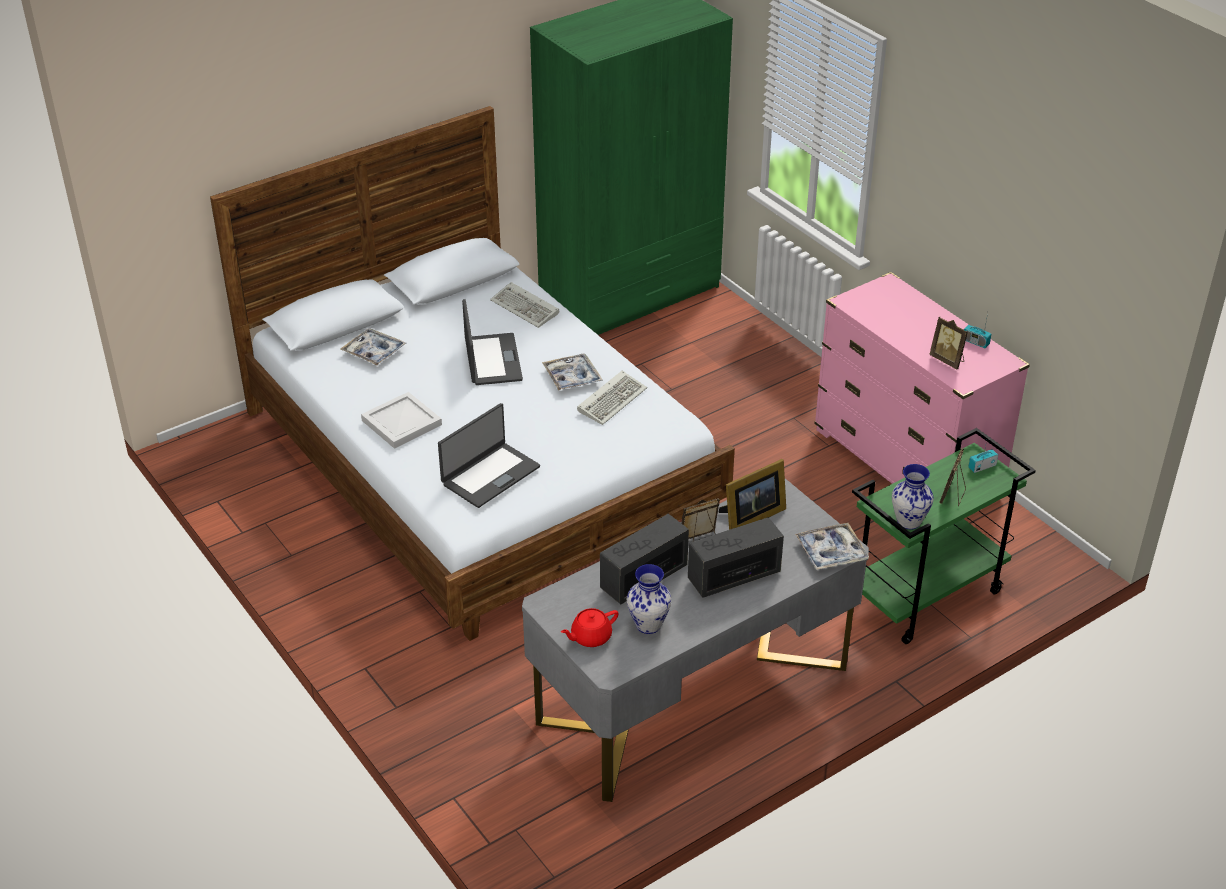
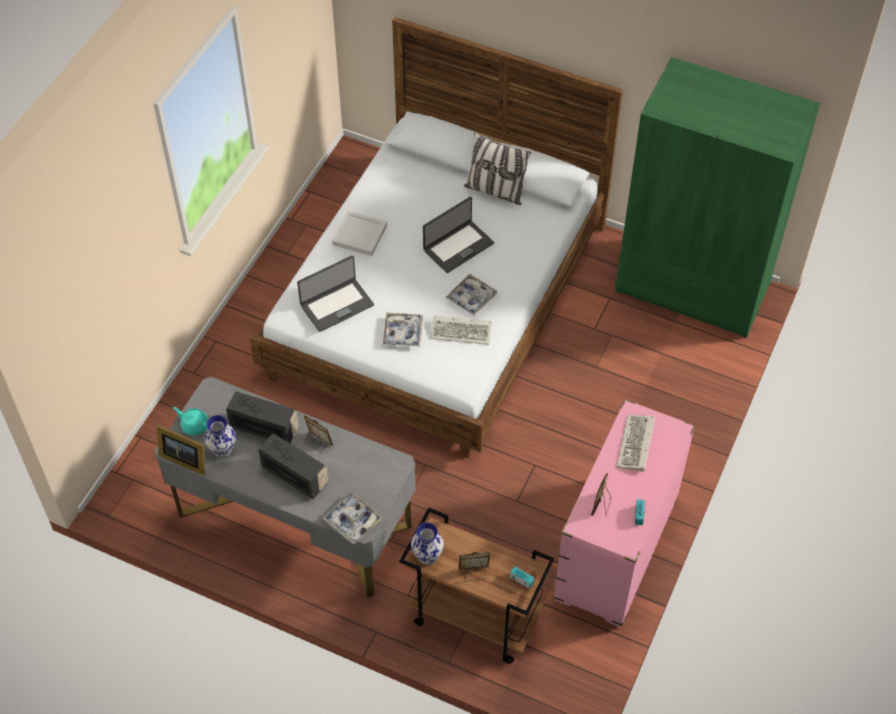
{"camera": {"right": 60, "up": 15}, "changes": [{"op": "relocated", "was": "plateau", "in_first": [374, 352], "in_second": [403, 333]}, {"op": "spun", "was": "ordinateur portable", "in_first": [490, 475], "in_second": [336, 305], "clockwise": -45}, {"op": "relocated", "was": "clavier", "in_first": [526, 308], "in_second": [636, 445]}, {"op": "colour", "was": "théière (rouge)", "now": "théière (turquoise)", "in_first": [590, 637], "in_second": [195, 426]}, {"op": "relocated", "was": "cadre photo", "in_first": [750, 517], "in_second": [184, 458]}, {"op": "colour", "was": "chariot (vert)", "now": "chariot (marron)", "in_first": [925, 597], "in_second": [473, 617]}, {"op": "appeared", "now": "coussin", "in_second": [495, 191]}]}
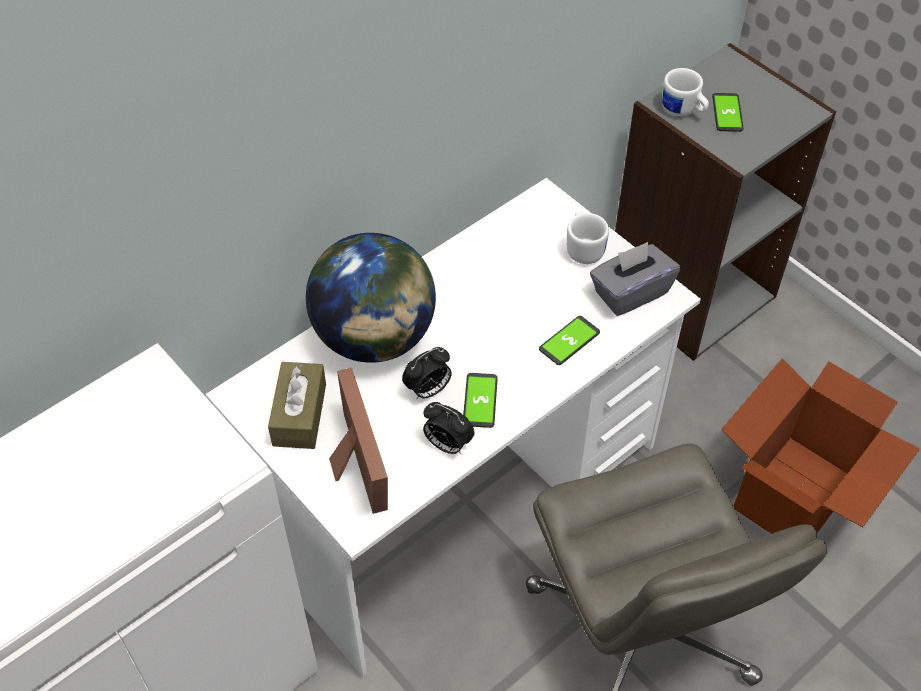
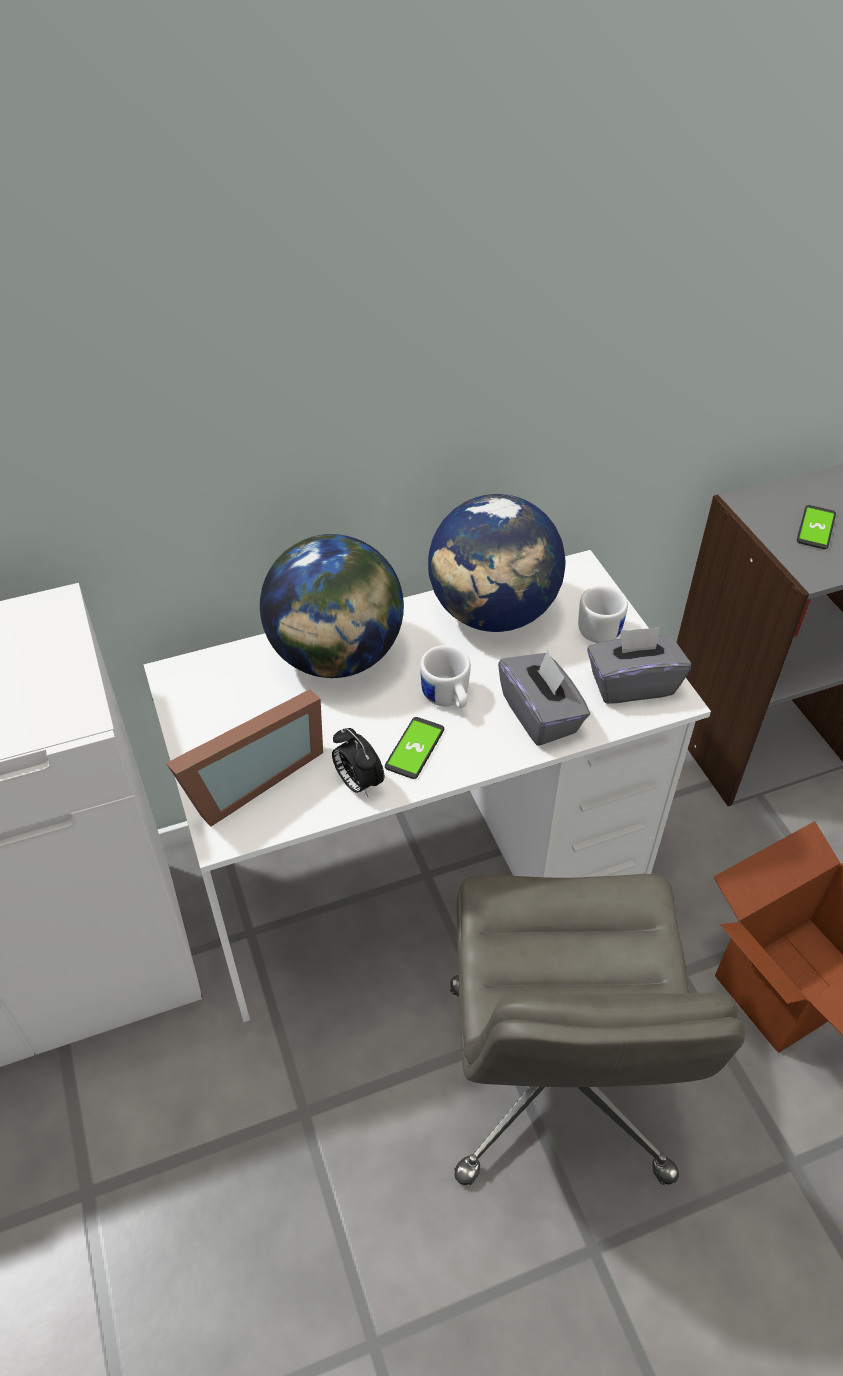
{"camera": {"right": 20, "up": -5}, "changes": [{"op": "missing", "was": "boîte à mouchoirs (marron)", "in_first": [299, 414]}, {"op": "spun", "was": "cadre photo", "in_first": [353, 469], "in_second": [248, 779], "clockwise": 45}, {"op": "missing", "was": "réveil", "in_first": [428, 390]}, {"op": "exchanged", "was": "téléphone", "now": "boîte à mouchoirs (gris)", "in_first": [569, 341], "in_second": [540, 715]}, {"op": "relocated", "was": "mug (blanc)", "in_first": [683, 110], "in_second": [447, 699]}, {"op": "appeared", "now": "globe", "in_second": [493, 613]}]}
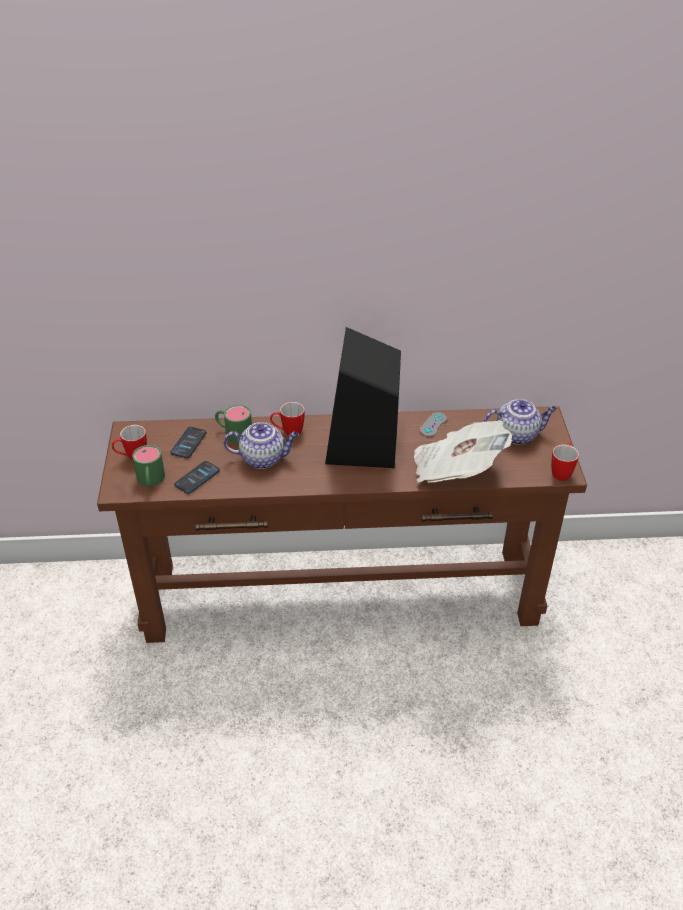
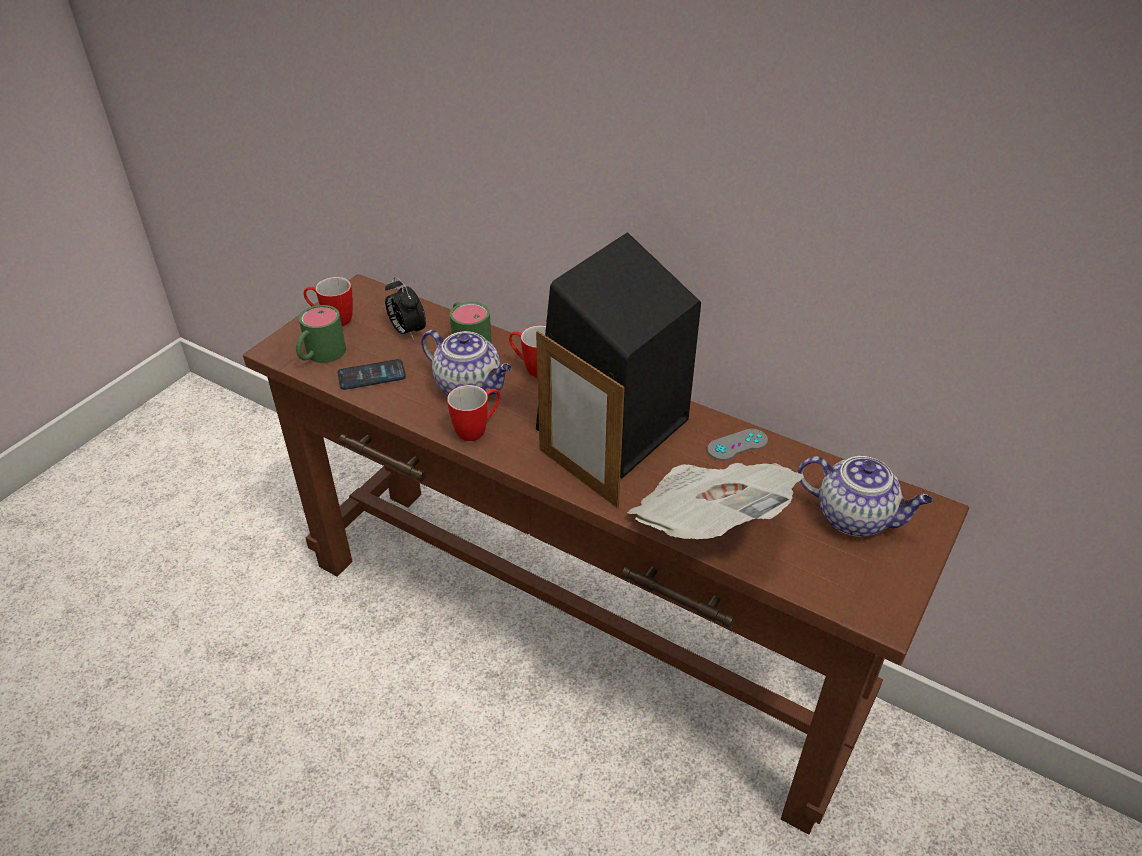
{"camera": {"right": 35, "up": 0}, "changes": [{"op": "exchanged", "was": "téléphone", "now": "réveil", "in_first": [188, 443], "in_second": [407, 331]}, {"op": "relocated", "was": "mug", "in_first": [562, 471], "in_second": [477, 430]}, {"op": "appeared", "now": "cadre photo", "in_second": [578, 477]}]}
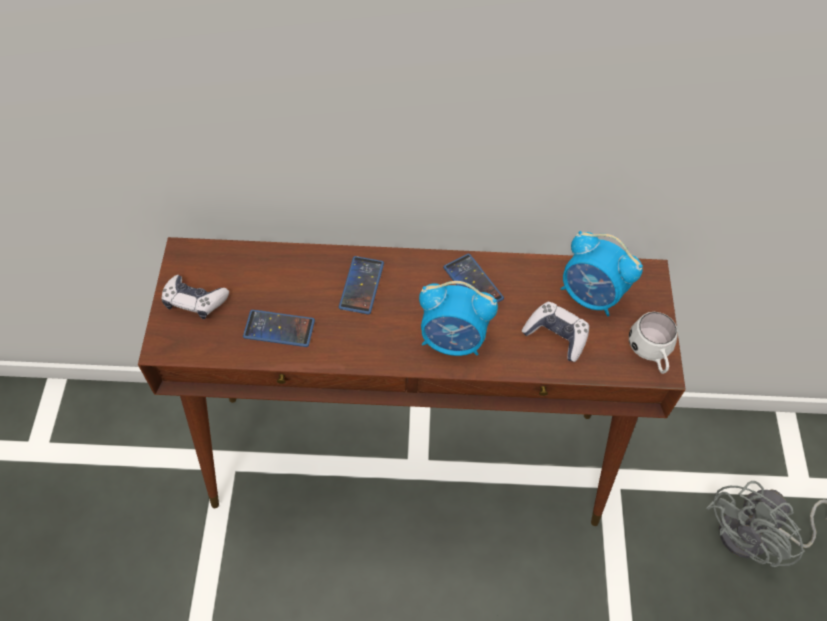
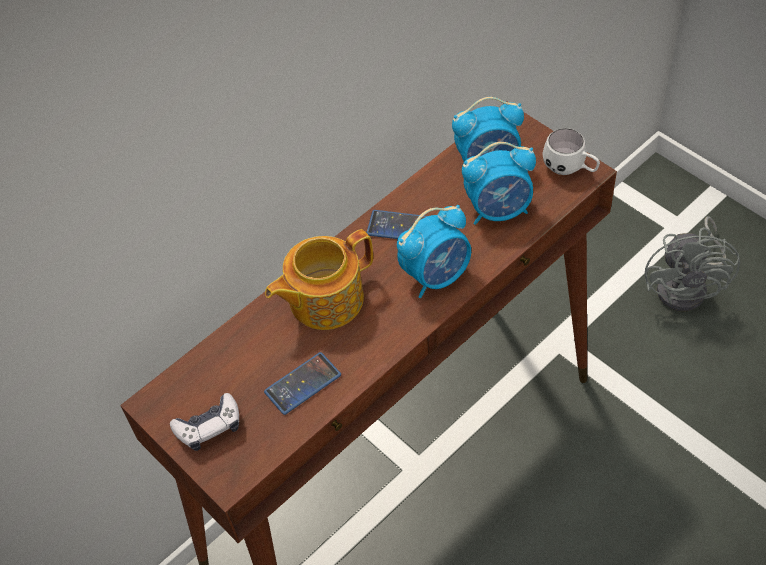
{"camera": {"right": -40, "up": -5}, "changes": [{"op": "exchanged", "was": "téléphone", "now": "théière", "in_first": [361, 285], "in_second": [324, 299]}, {"op": "exchanged", "was": "manette", "now": "réveil", "in_first": [556, 335], "in_second": [499, 210]}]}
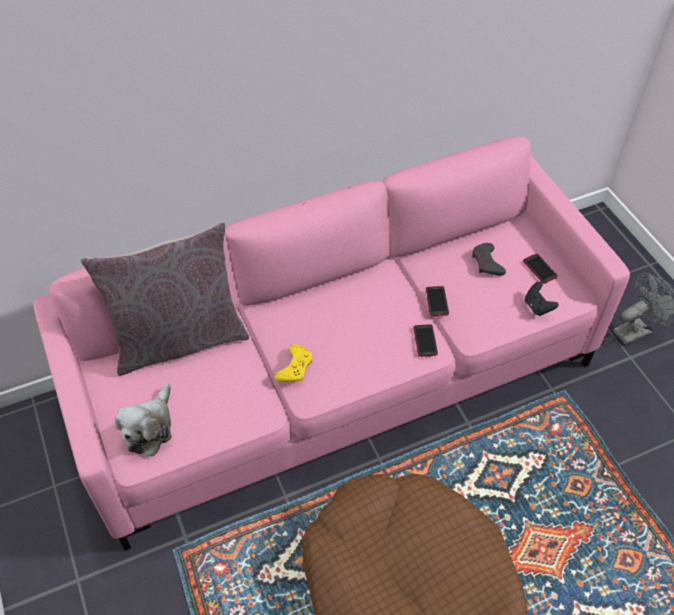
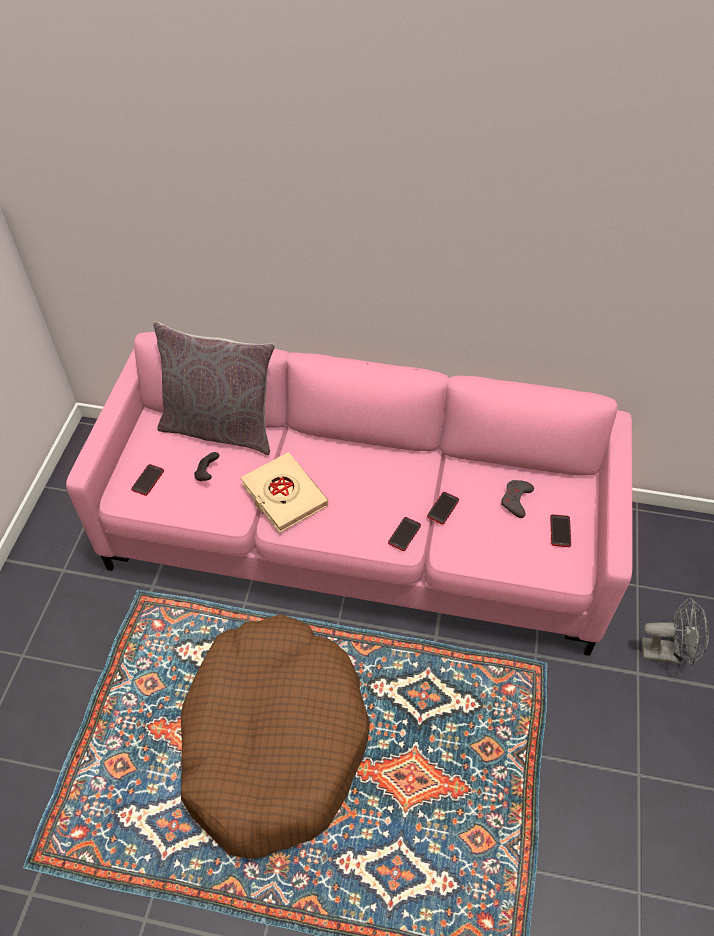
{"camera": {"right": 35, "up": 0}, "changes": [{"op": "exchanged", "was": "peluche", "now": "téléphone", "in_first": [150, 428], "in_second": [148, 480]}, {"op": "exchanged", "was": "manette (jaune)", "now": "livre (beige)", "in_first": [295, 367], "in_second": [284, 496]}, {"op": "relocated", "was": "manette (noir)", "in_first": [537, 306], "in_second": [207, 474]}]}
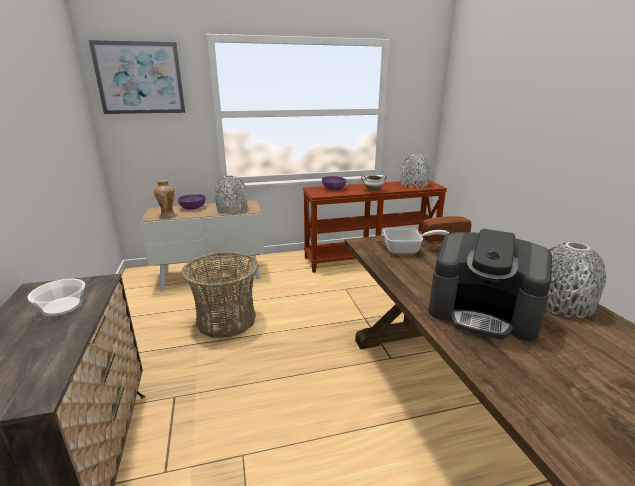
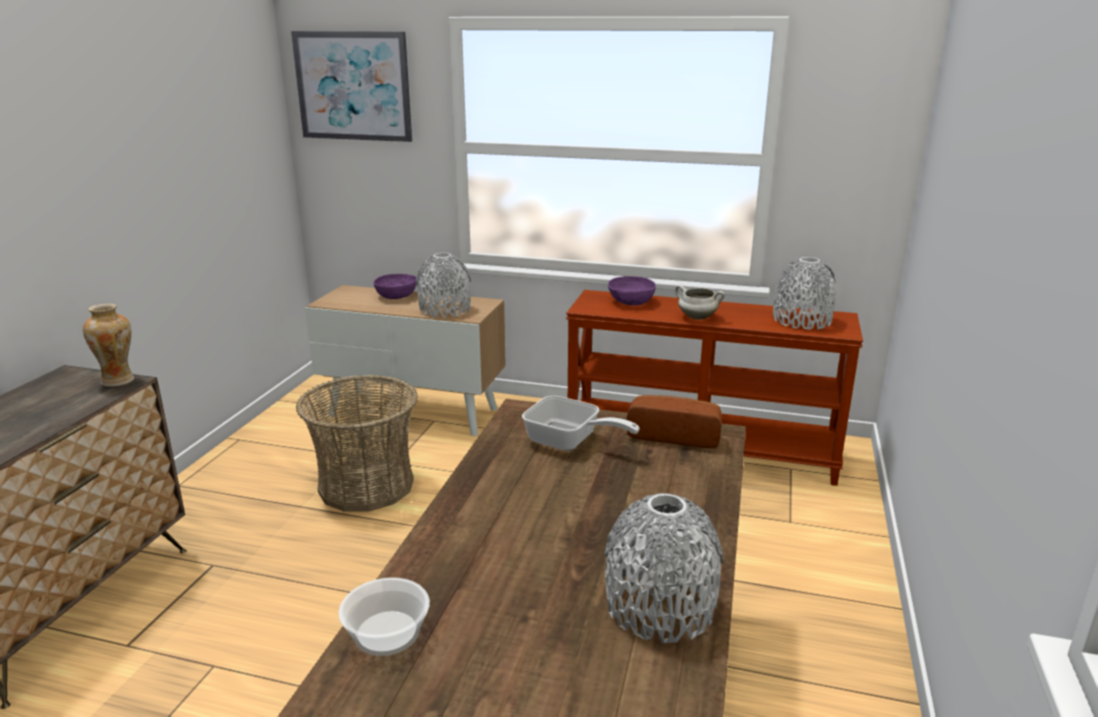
{"camera": {"right": 30, "up": 0}, "changes": [{"op": "relocated", "was": "bol", "in_first": [62, 305], "in_second": [387, 632]}, {"op": "relocated", "was": "vase", "in_first": [168, 215], "in_second": [119, 380]}, {"op": "missing", "was": "machine à café", "in_first": [482, 313]}]}
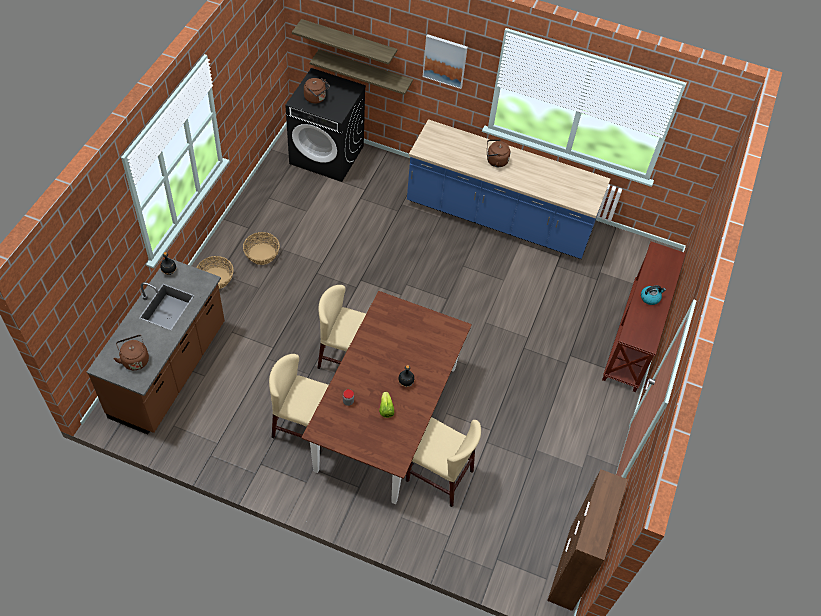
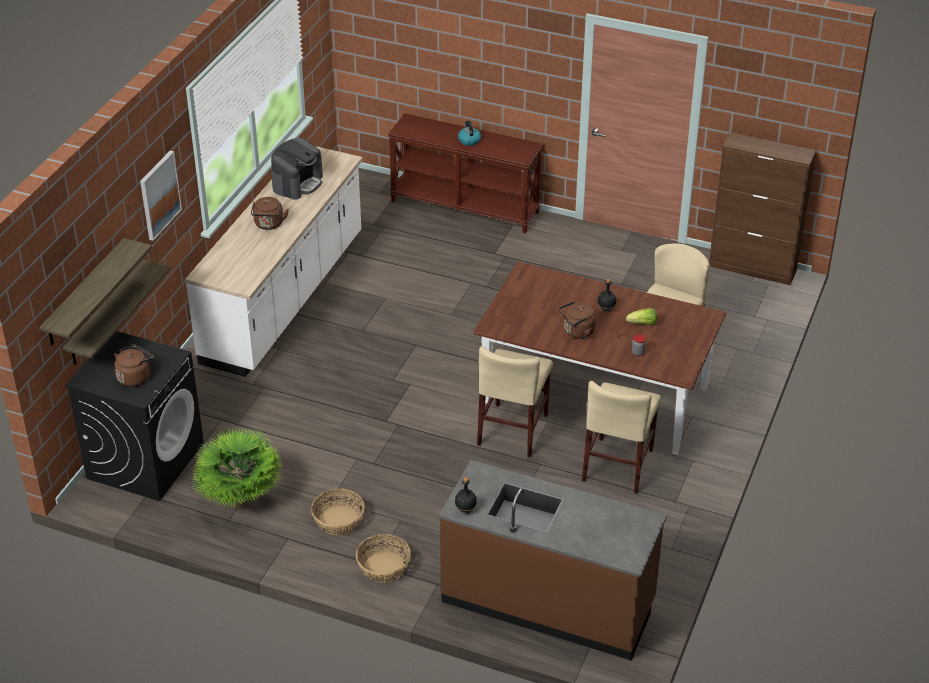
{"camera": {"right": -85, "up": -15}, "changes": [{"op": "relocated", "was": "bouilloire (marron)", "in_first": [135, 359], "in_second": [577, 332]}, {"op": "colour", "was": "comptoir de cuisine (bleu)", "now": "comptoir de cuisine (blanc)", "in_first": [498, 219], "in_second": [285, 298]}, {"op": "appeared", "now": "plante en pot", "in_second": [240, 500]}, {"op": "appeared", "now": "machine à café", "in_second": [297, 183]}]}
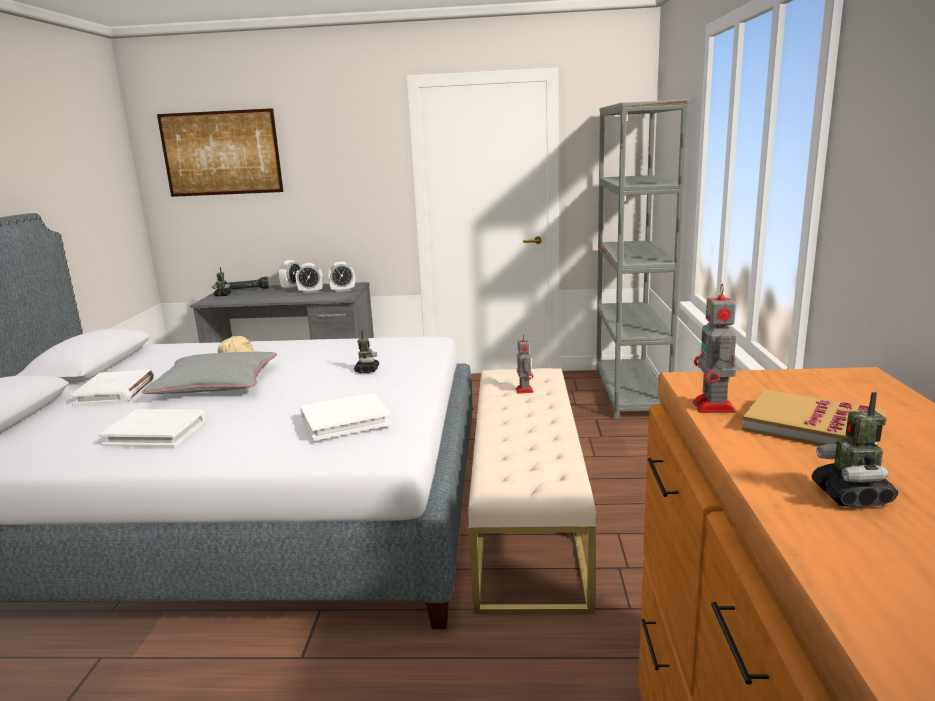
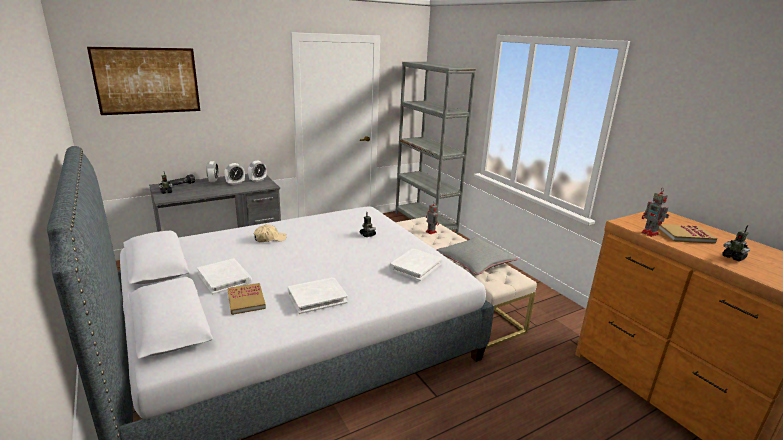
{"camera": {"right": -35, "up": 5}, "changes": [{"op": "relocated", "was": "coussin (gris)", "in_first": [216, 384], "in_second": [475, 261]}, {"op": "appeared", "now": "livre", "in_second": [246, 300]}]}
